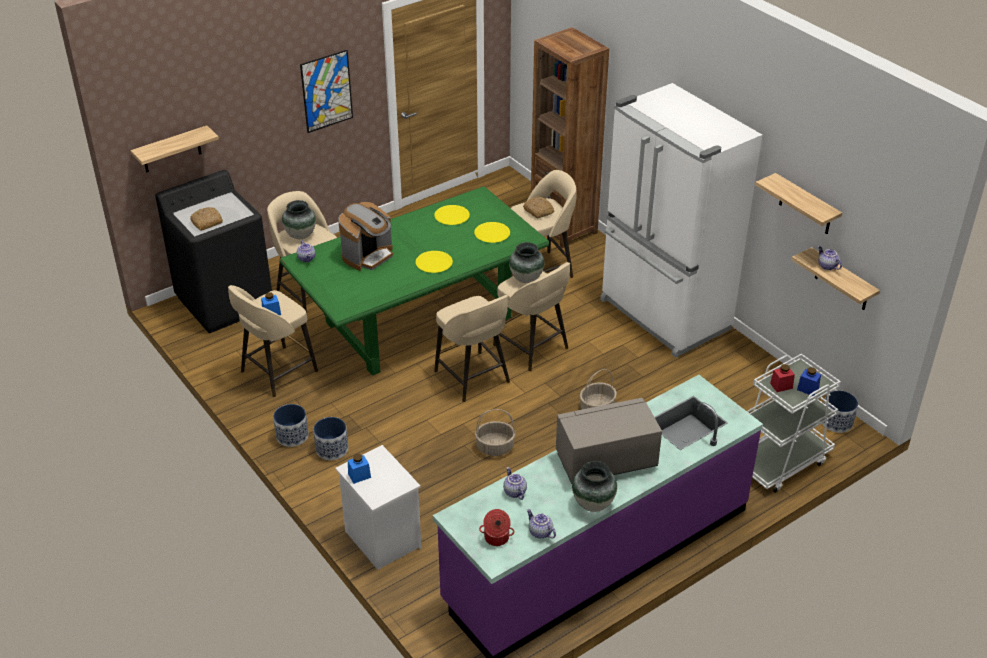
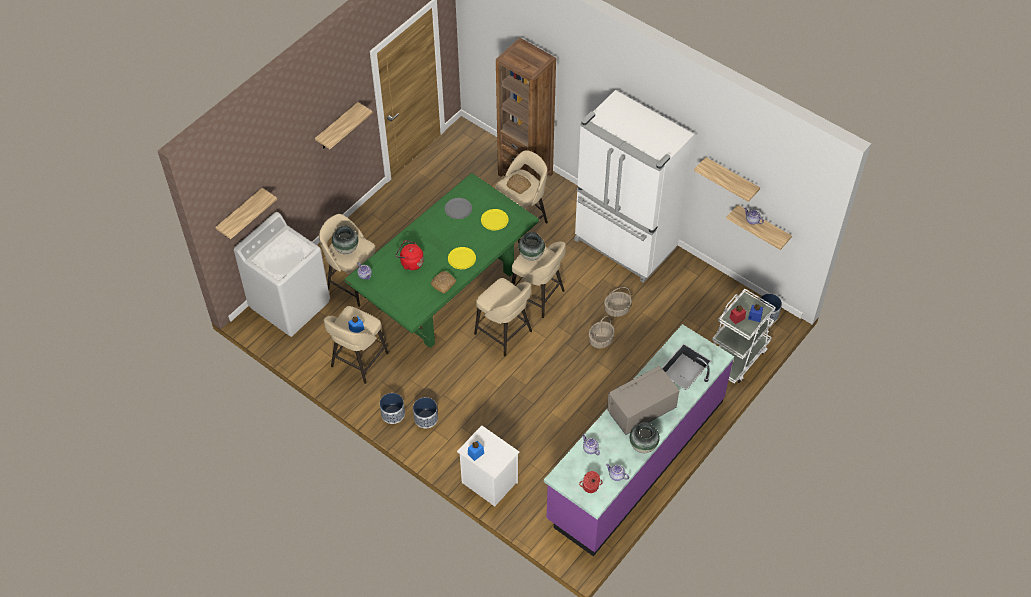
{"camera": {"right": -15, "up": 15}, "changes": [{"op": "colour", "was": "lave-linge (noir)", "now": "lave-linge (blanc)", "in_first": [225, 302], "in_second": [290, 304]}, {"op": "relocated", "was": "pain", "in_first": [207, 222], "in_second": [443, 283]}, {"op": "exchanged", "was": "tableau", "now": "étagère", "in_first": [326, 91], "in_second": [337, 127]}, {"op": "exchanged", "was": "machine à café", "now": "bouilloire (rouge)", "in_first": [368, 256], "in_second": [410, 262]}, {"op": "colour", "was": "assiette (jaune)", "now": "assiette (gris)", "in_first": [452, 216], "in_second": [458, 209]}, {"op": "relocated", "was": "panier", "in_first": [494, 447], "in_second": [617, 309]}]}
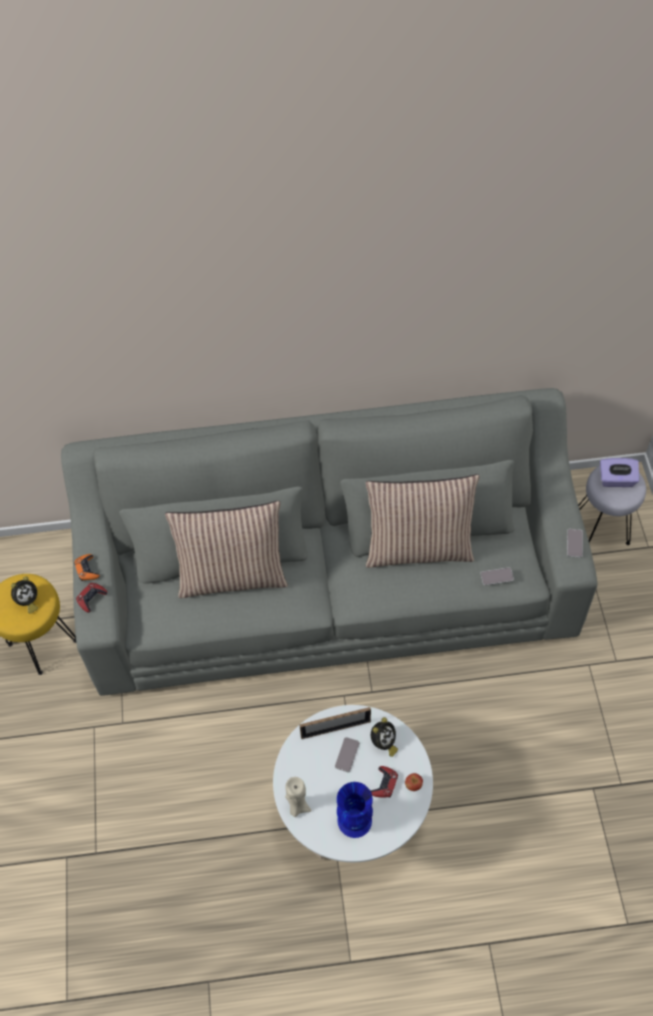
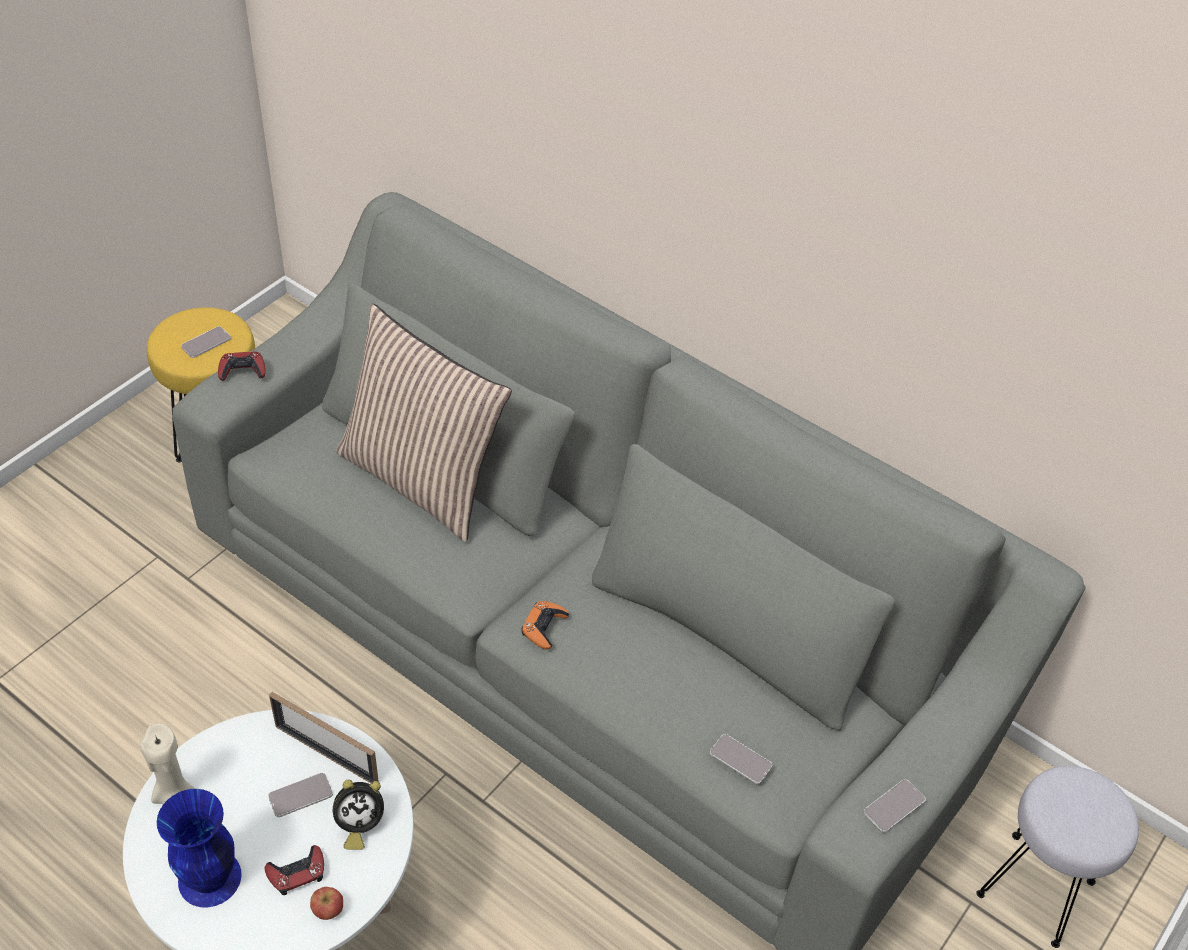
{"camera": {"right": 40, "up": -10}, "changes": [{"op": "exchanged", "was": "réveil", "now": "téléphone", "in_first": [28, 601], "in_second": [206, 343]}, {"op": "relocated", "was": "manette (orange)", "in_first": [87, 569], "in_second": [544, 627]}, {"op": "missing", "was": "coussin", "in_first": [418, 547]}, {"op": "missing", "was": "boîte à mouchoirs (violet)", "in_first": [616, 480]}]}
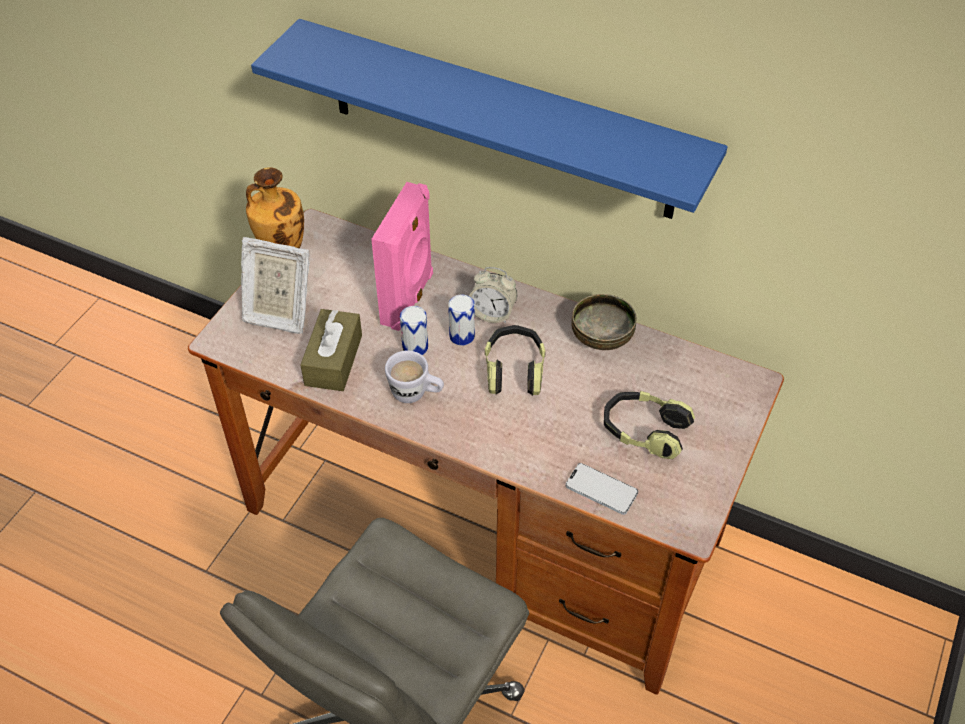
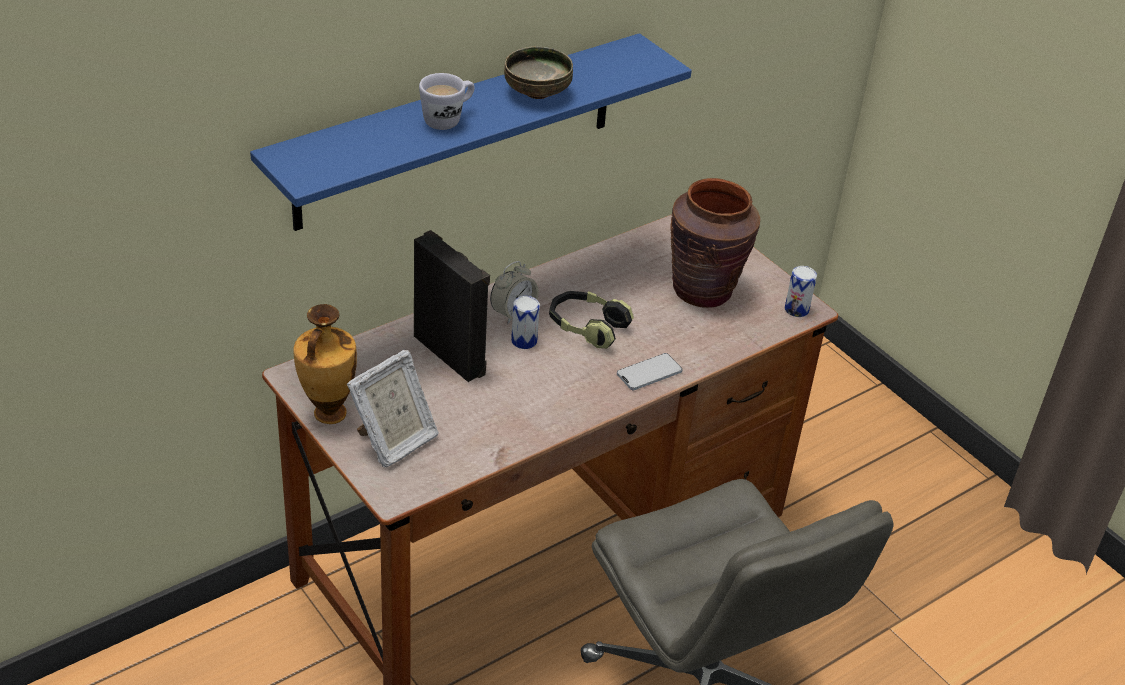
{"camera": {"right": -65, "up": -10}, "changes": [{"op": "missing", "was": "boîte à mouchoirs (marron)", "in_first": [333, 360]}, {"op": "colour", "was": "enceinte (rose)", "now": "enceinte (noir)", "in_first": [409, 299], "in_second": [451, 354]}, {"op": "relocated", "was": "mug (blanc)", "in_first": [416, 394], "in_second": [448, 119]}, {"op": "relocated", "was": "boîte métallique", "in_first": [415, 347], "in_second": [796, 309]}, {"op": "relocated", "was": "téléphone", "in_first": [601, 489], "in_second": [649, 373]}, {"op": "relocated", "was": "bol", "in_first": [601, 338], "in_second": [538, 93]}, {"op": "exchanged", "was": "casque audio", "now": "vase (marron)", "in_first": [644, 431], "in_second": [703, 290]}]}
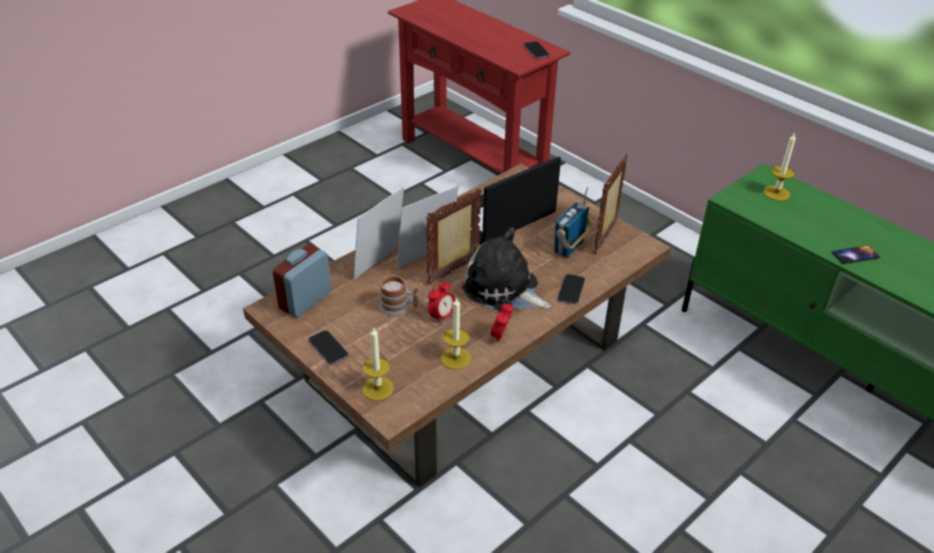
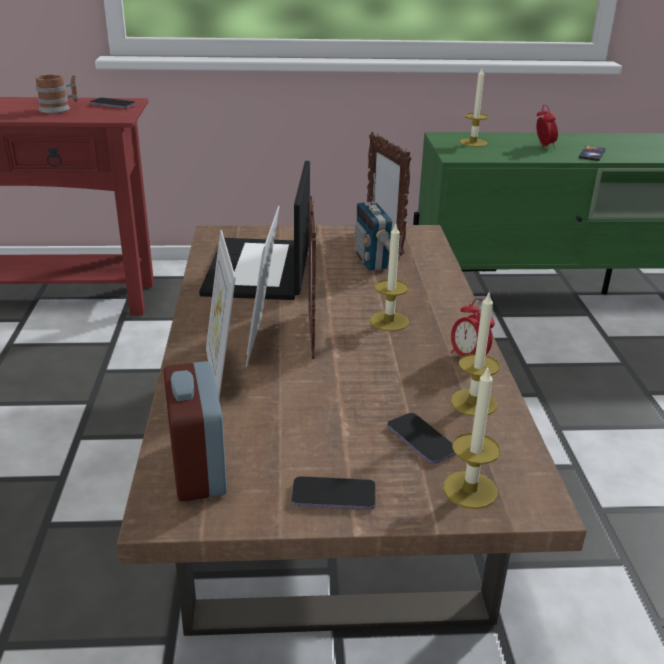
{"camera": {"right": -50, "up": -10}, "changes": [{"op": "relocated", "was": "mug", "in_first": [399, 307], "in_second": [59, 109]}, {"op": "relocated", "was": "réveil", "in_first": [441, 316], "in_second": [544, 146]}, {"op": "exchanged", "was": "peluche", "now": "bougie", "in_first": [504, 290], "in_second": [389, 321]}, {"op": "relocated", "was": "téléphone", "in_first": [571, 290], "in_second": [421, 440]}]}
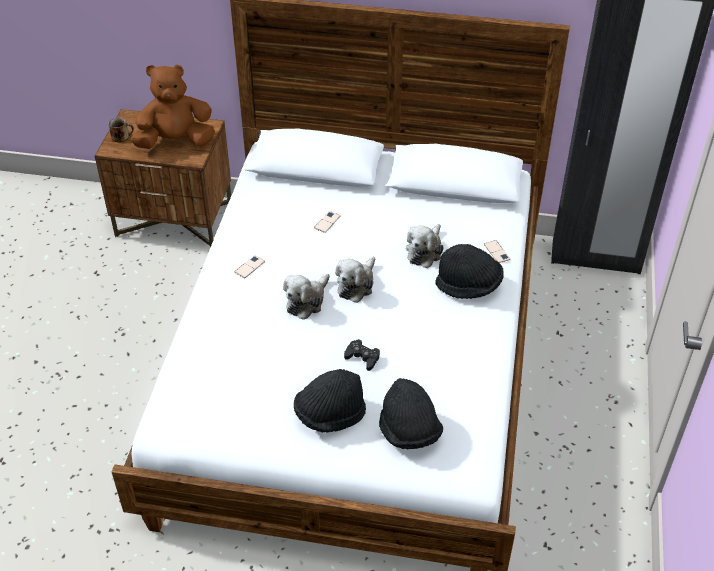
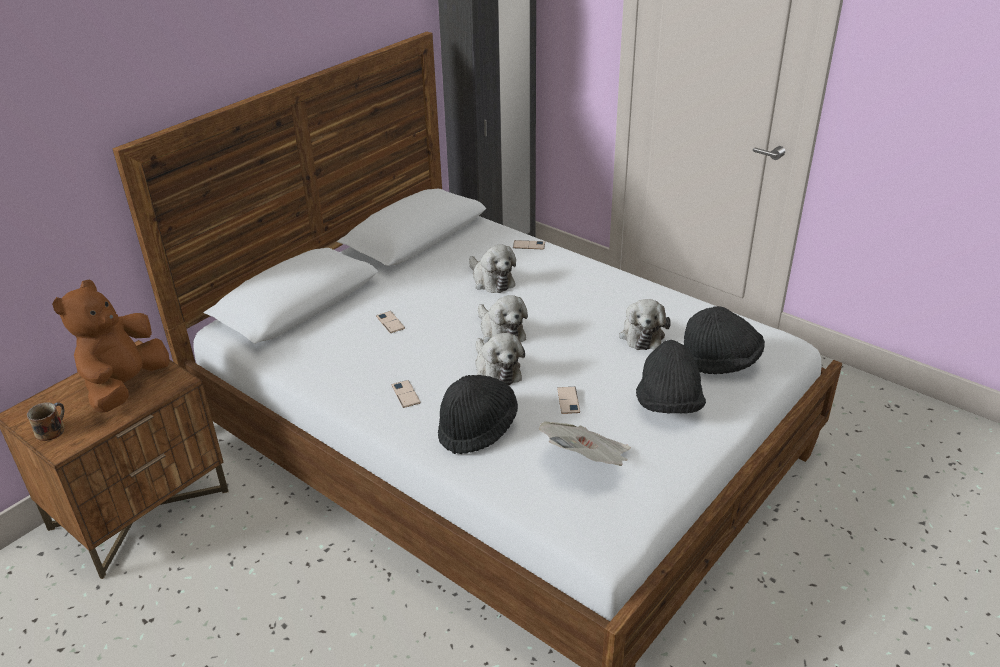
{"camera": {"right": -60, "up": -10}, "changes": [{"op": "missing", "was": "manette (noir)", "in_first": [362, 357]}, {"op": "relocated", "was": "chapeau (noir)", "in_first": [468, 286], "in_second": [477, 429]}, {"op": "appeared", "now": "journal", "in_second": [587, 461]}, {"op": "appeared", "now": "téléphone", "in_second": [568, 400]}, {"op": "appeared", "now": "peluche", "in_second": [641, 334]}]}
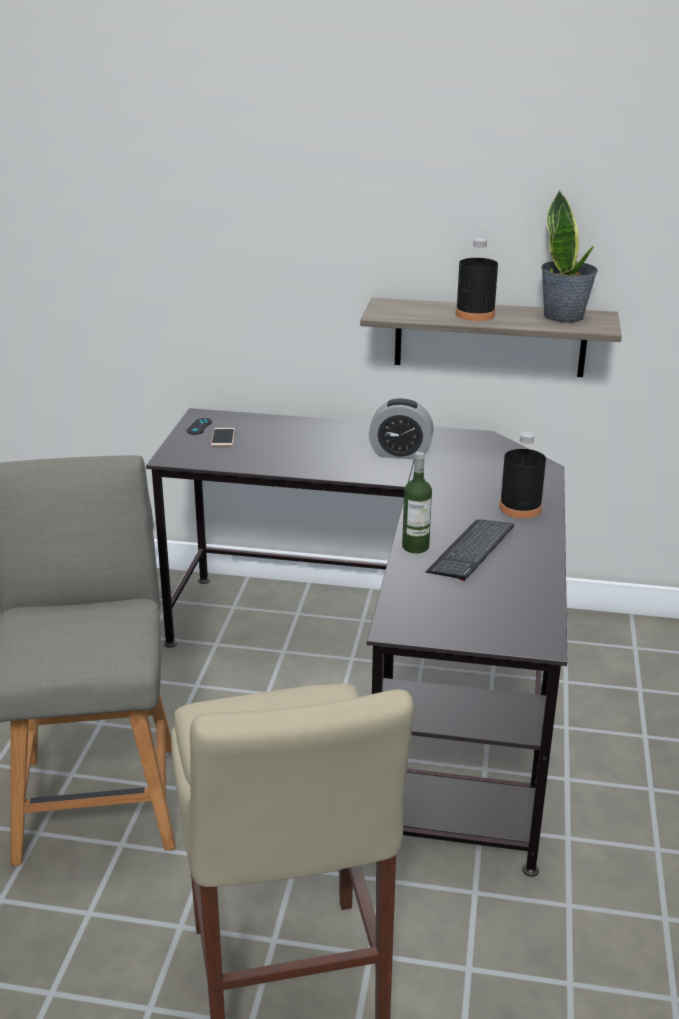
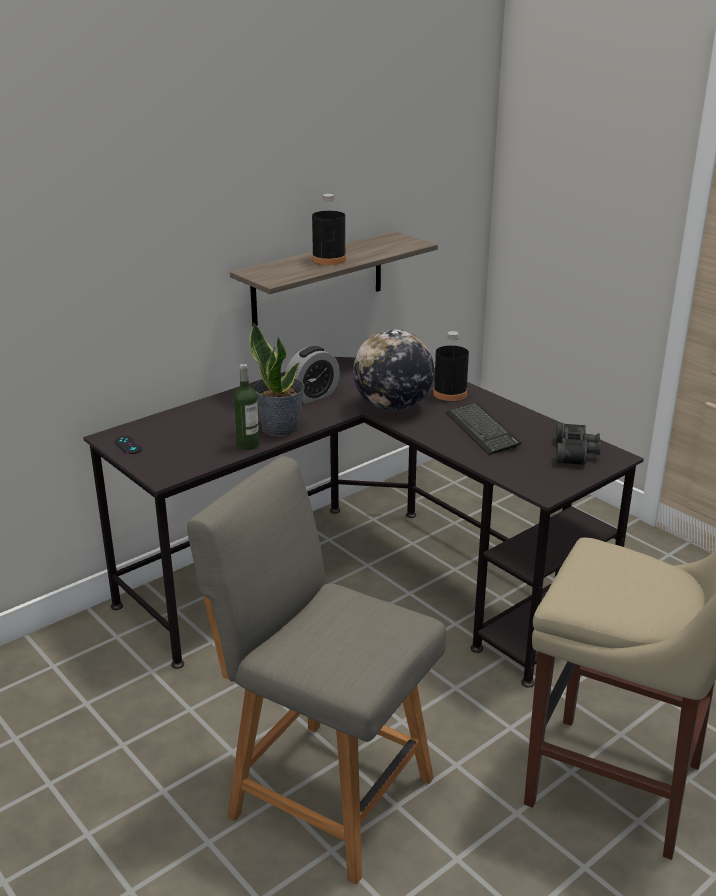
{"camera": {"right": -50, "up": 0}, "changes": [{"op": "missing", "was": "téléphone", "in_first": [223, 438]}, {"op": "relocated", "was": "bouteille", "in_first": [415, 547], "in_second": [248, 444]}, {"op": "relocated", "was": "plante en pot", "in_first": [564, 316], "in_second": [280, 428]}, {"op": "appeared", "now": "globe", "in_second": [392, 407]}, {"op": "appeared", "now": "jumelles (noir)", "in_second": [576, 453]}]}
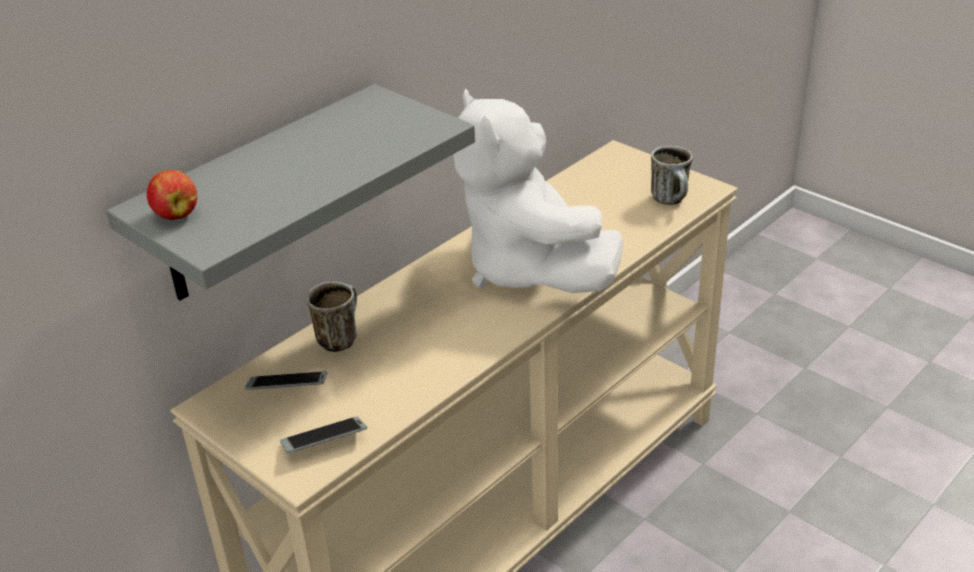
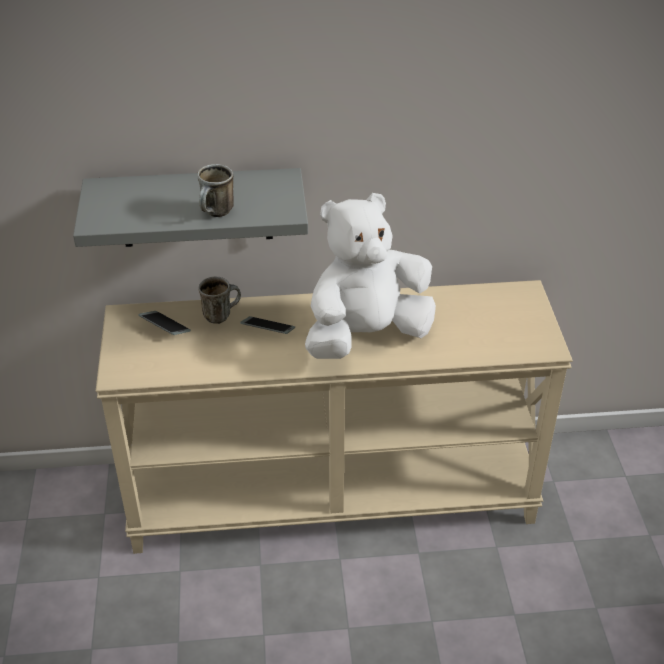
{"camera": {"right": 40, "up": 5}, "changes": [{"op": "missing", "was": "pomme", "in_first": [176, 214]}, {"op": "relocated", "was": "téléphone", "in_first": [324, 441], "in_second": [268, 329]}, {"op": "spun", "was": "peluche (blanc)", "in_first": [529, 269], "in_second": [366, 336], "clockwise": 45}, {"op": "relocated", "was": "mug", "in_first": [673, 201], "in_second": [216, 214]}]}
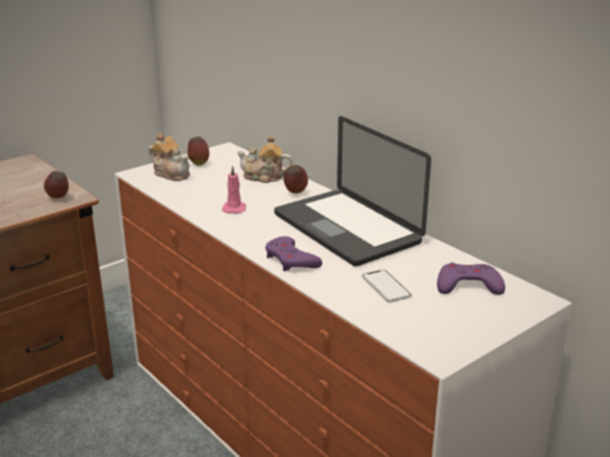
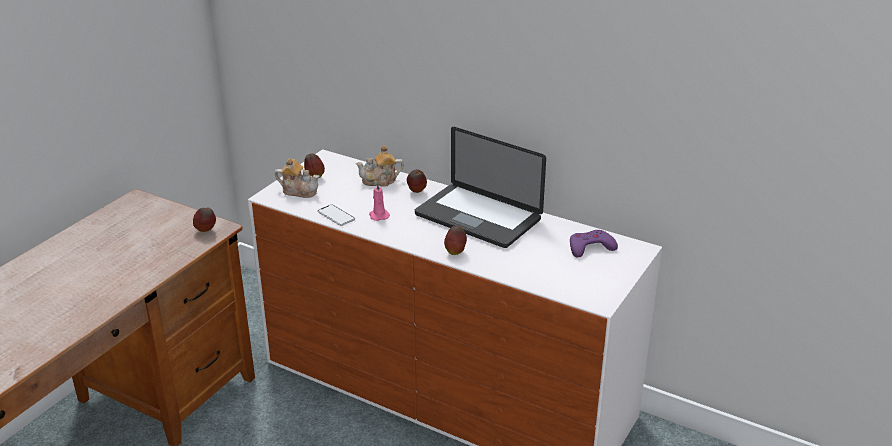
{"camera": {"right": -20, "up": 5}, "changes": [{"op": "exchanged", "was": "manette (violet)", "now": "pomme", "in_first": [291, 260], "in_second": [455, 252]}, {"op": "relocated", "was": "téléphone", "in_first": [386, 287], "in_second": [336, 216]}]}
